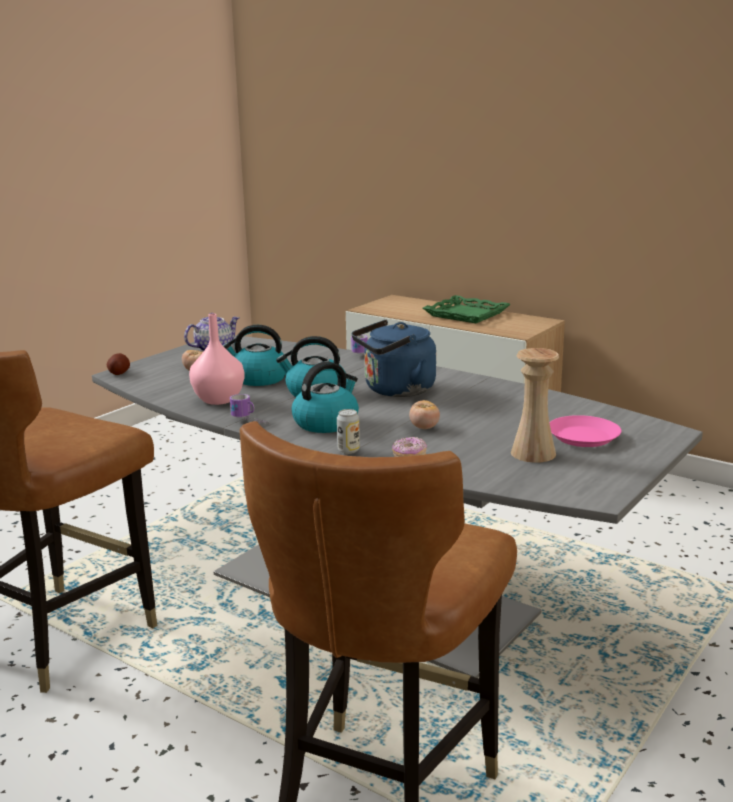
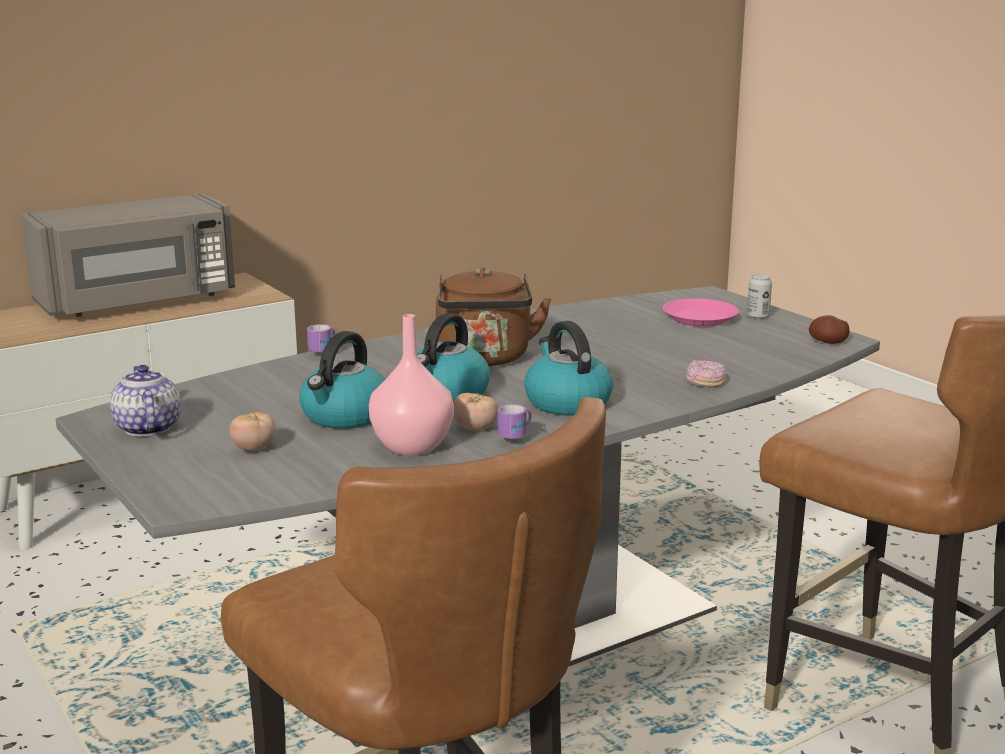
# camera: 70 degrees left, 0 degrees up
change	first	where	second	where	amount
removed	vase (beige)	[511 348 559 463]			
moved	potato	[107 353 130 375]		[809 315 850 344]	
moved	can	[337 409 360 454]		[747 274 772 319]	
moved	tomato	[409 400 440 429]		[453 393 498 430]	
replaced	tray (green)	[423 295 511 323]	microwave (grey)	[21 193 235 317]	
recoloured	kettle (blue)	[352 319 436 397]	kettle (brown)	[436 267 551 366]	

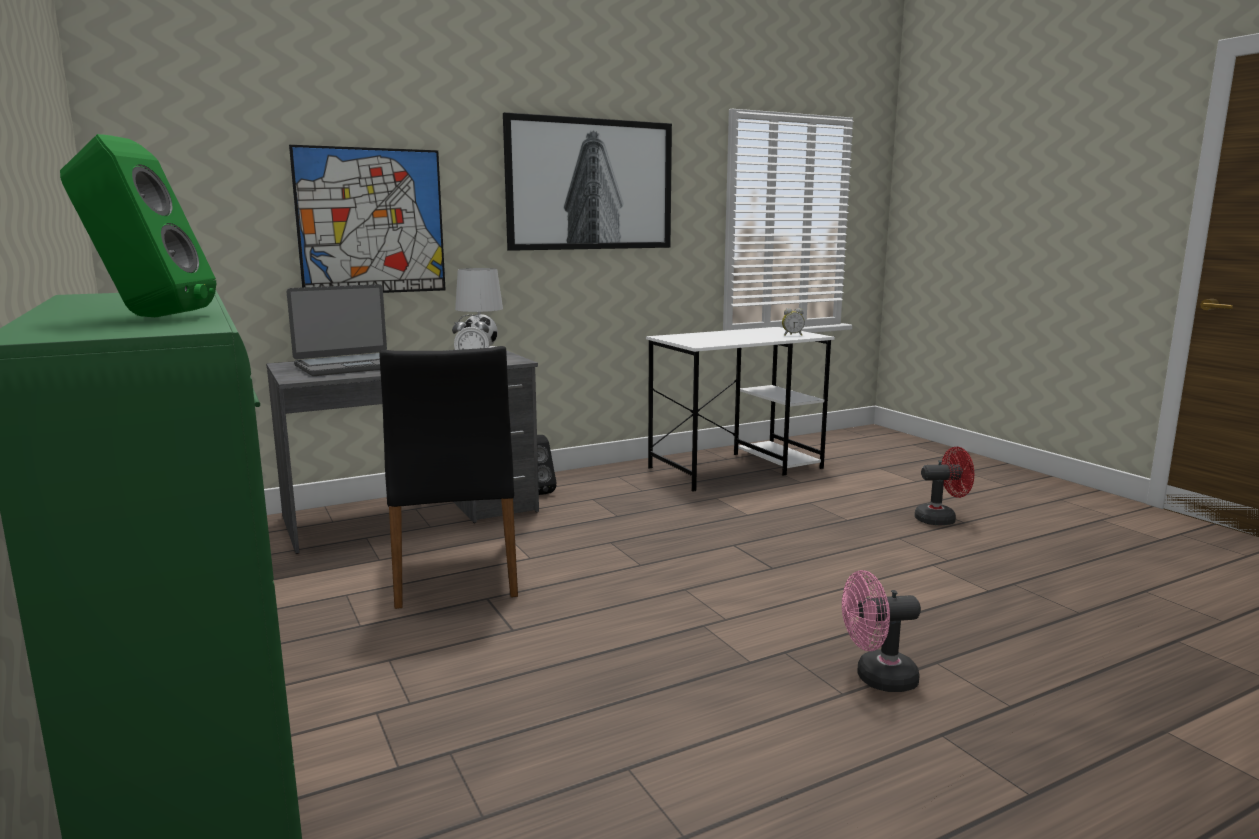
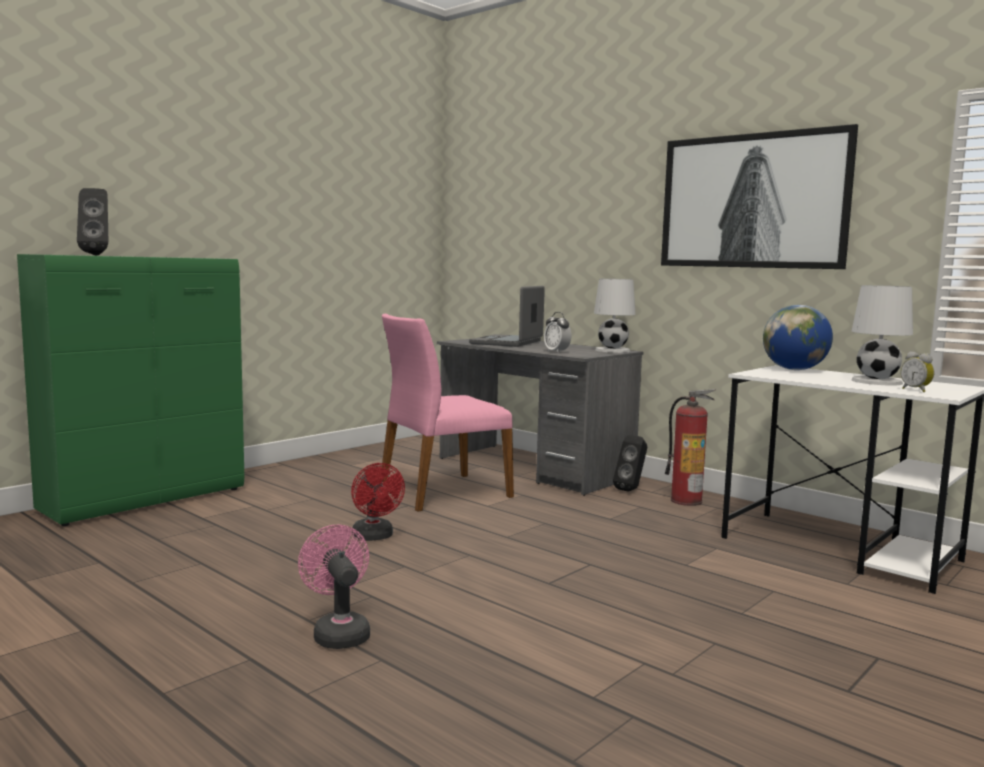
# camera: 70 degrees right, 5 degrees down
change	first	where	second	where	amount
removed	picture	[289 145 446 293]			
added			fire extinguisher	[665 389 716 506]	
added			globe	[763 305 833 370]	
added			table lamp (white)	[852 285 913 386]	
moved	fan (red)	[915 447 974 525]		[351 463 405 541]	
recoloured	speaker (green)	[60 134 216 317]	speaker (black)	[77 188 108 255]	
recoloured	chair (black)	[379 346 518 609]	chair (pink)	[382 314 514 512]	
turned	laptop	[287 284 387 376]		[469 286 545 347]	75 degrees clockwise

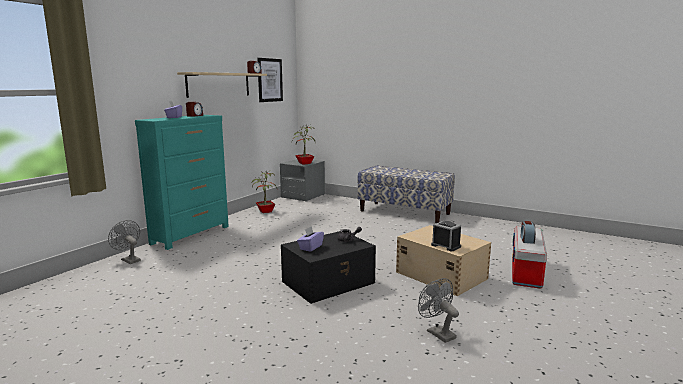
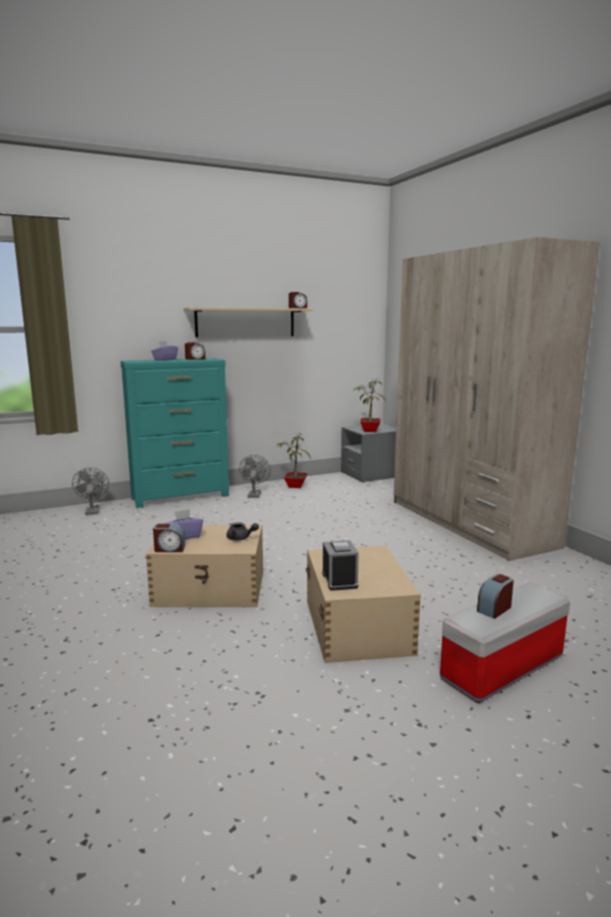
# camera: 35 degrees right, 0 degrees up
change	first	where	second	where	amount
removed	picture	[257 58 283 102]			
added			alarm clock	[153 524 185 552]	
moved	fan (grey)	[418 278 459 343]		[239 455 271 498]	
replaced	bench	[357 166 455 223]	wardrobe (beige)	[394 237 600 561]	
recoloured	storage box (black)	[281 231 376 304]	storage box (beige)	[146 525 263 607]	

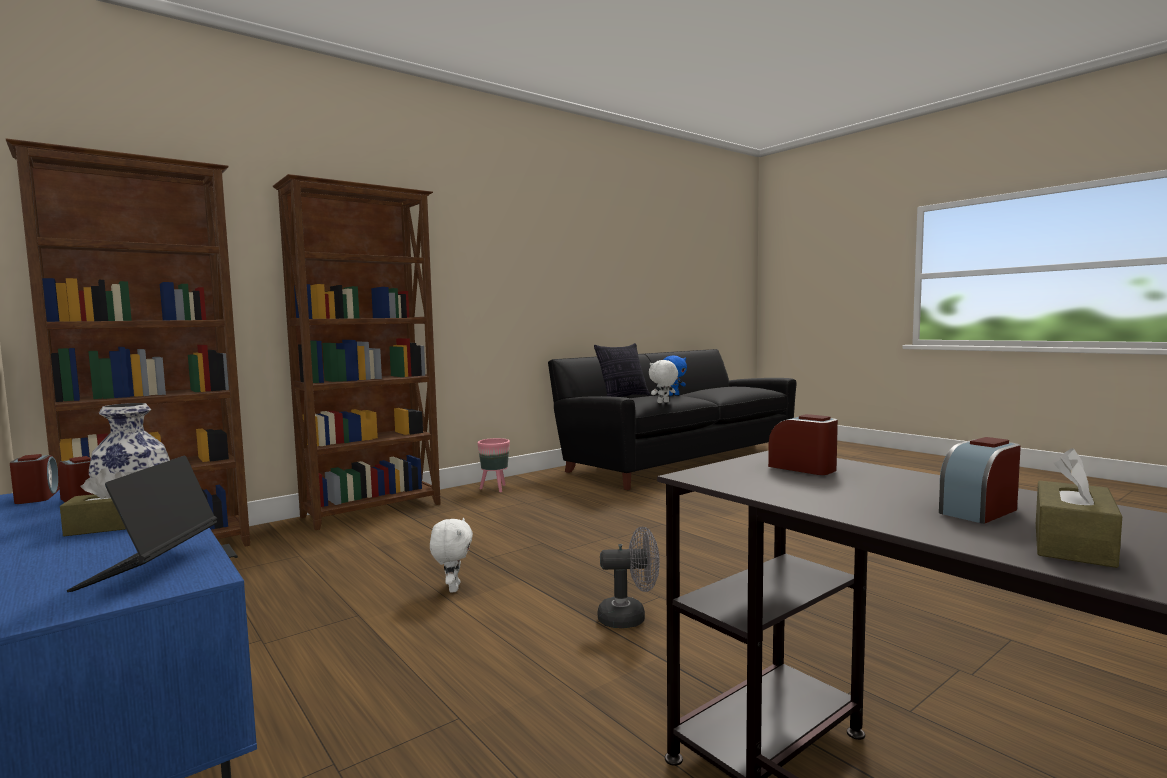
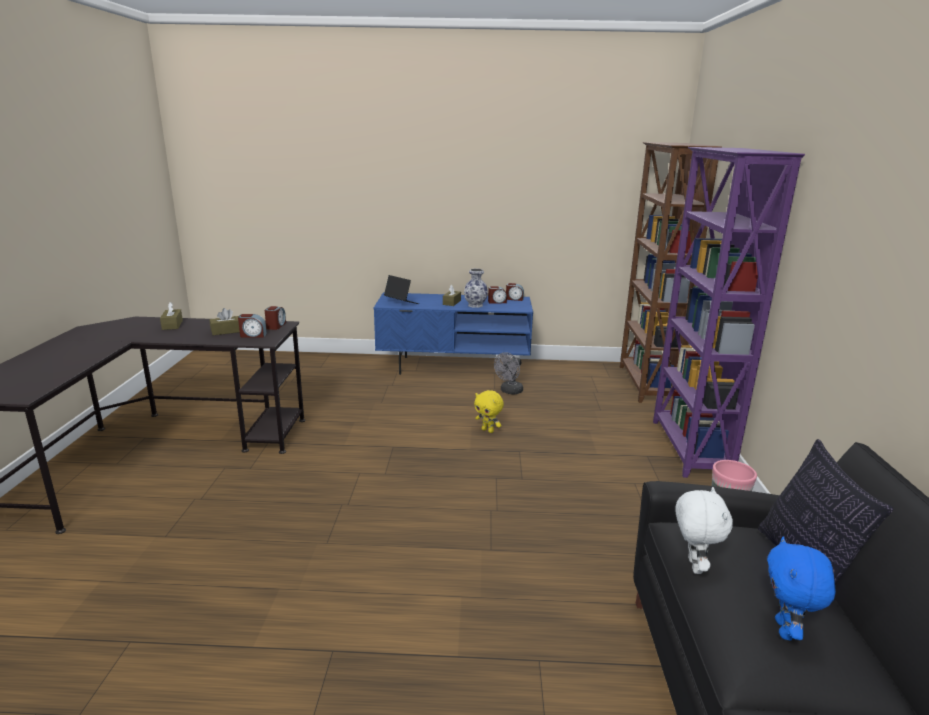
# camera: 130 degrees right, 15 degrees up
change	first	where	second	where	amount
added			tissue box (brown)	[210 308 240 335]	
moved	fan (grey)	[598 527 660 628]		[494 352 523 394]	
moved	alarm clock	[939 437 1021 524]		[265 306 286 330]	
recoloured	bookcase (brown)	[272 174 441 530]	bookcase (purple)	[653 147 805 478]	
recoloured	plush toy (white)	[430 518 473 592]	plush toy (yellow)	[474 390 504 433]	

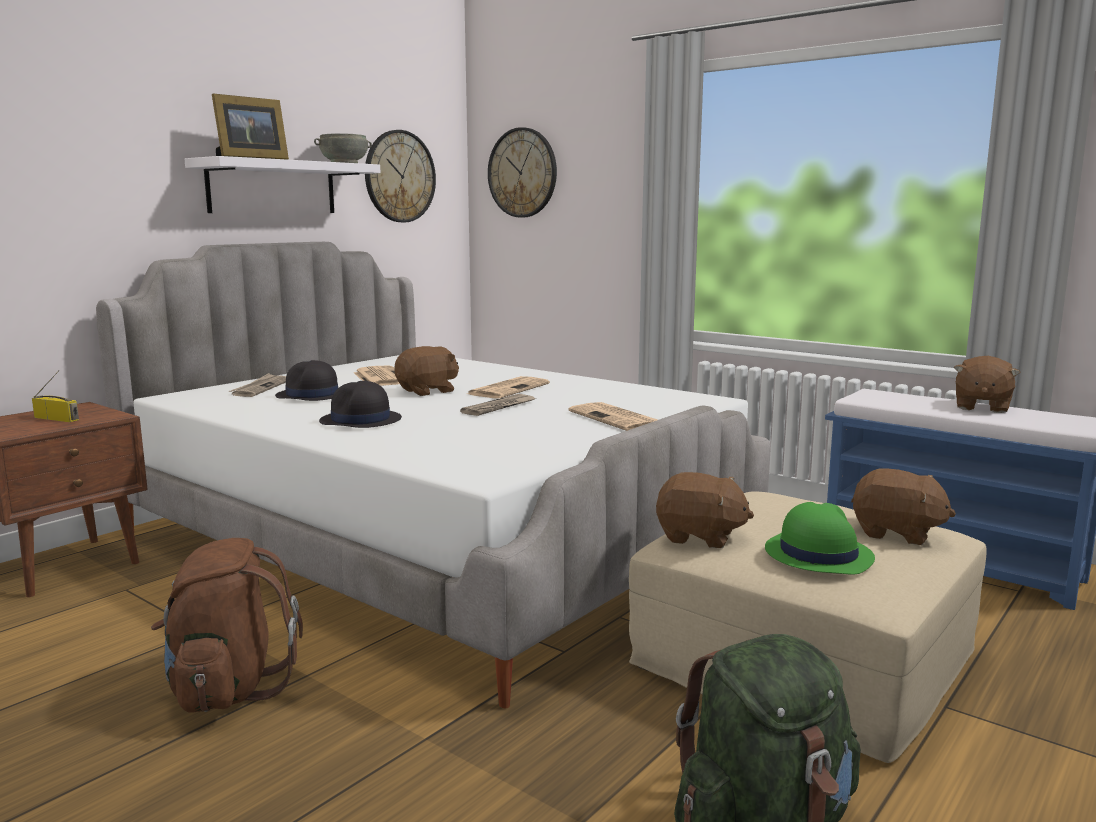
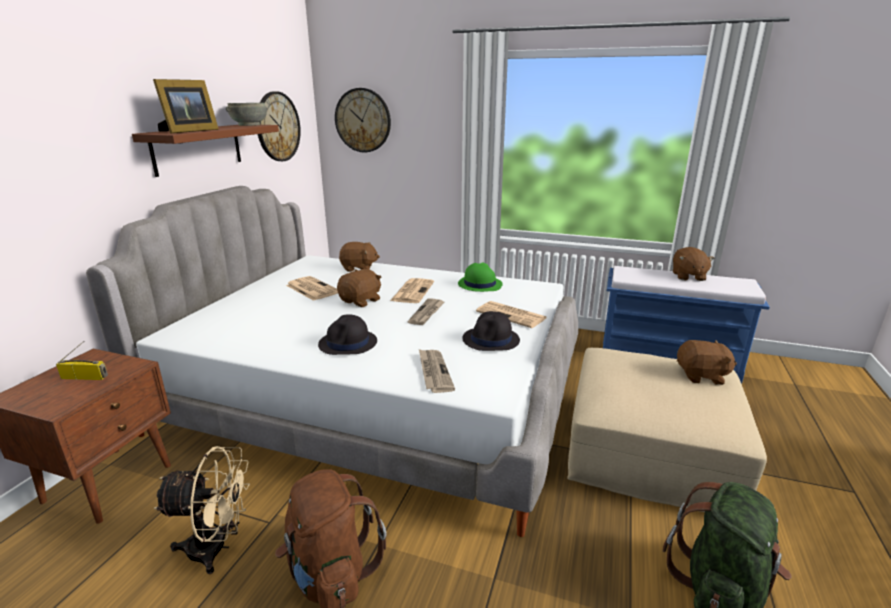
# camera: 20 degrees left, 10 degrees up
change	first	where	second	where	amount
added			fan (beige)	[154 446 250 574]	
moved	newspaper	[229 373 286 397]		[419 349 455 393]	
moved	hat (black)	[275 360 339 401]		[462 311 520 351]	
moved	plush toy (brown)	[656 472 754 548]		[339 242 380 272]	
moved	hat (green)	[765 502 875 575]		[458 263 503 292]	
recoloured	shelf (white)	[185 156 381 213]	shelf (brown)	[132 125 279 177]	

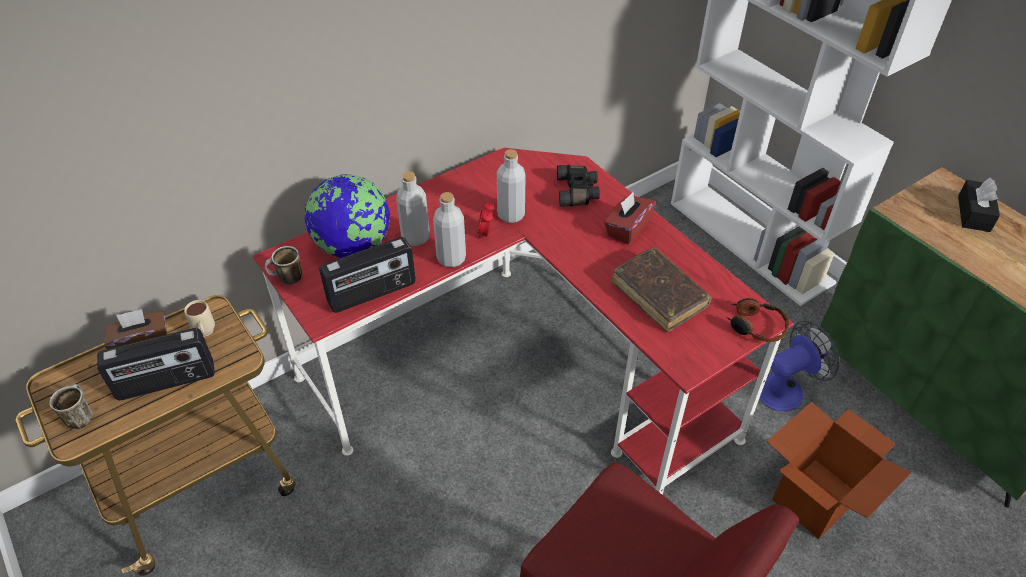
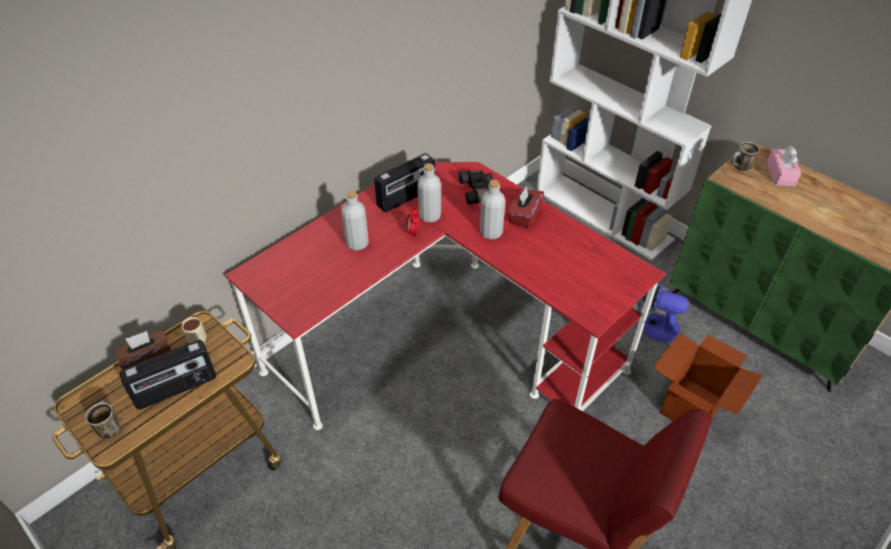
# camera: 10 degrees left, 0 degrees up
change	first	where	second	where	amount
removed	globe	[305 174 390 258]			
removed	book (brown)	[611 247 712 332]			
removed	headphones	[728 298 789 342]			
moved	mug	[265 246 302 285]		[731 142 759 171]	
moved	radio	[319 237 416 313]		[374 153 435 212]	
moved	bottle (grey)	[433 192 466 267]		[480 180 505 240]	
recoloured	tissue box (black)	[958 178 1000 232]	tissue box (pink)	[767 146 801 186]	
turned	fan	[759 320 839 411]		[637 281 689 342]	120 degrees counterclockwise

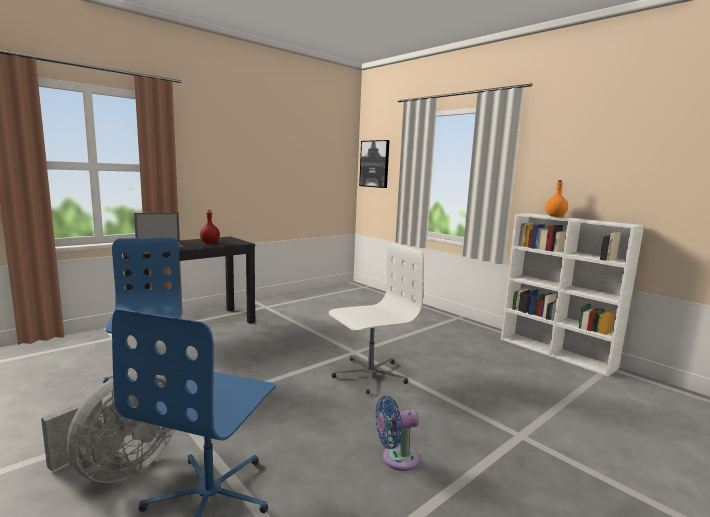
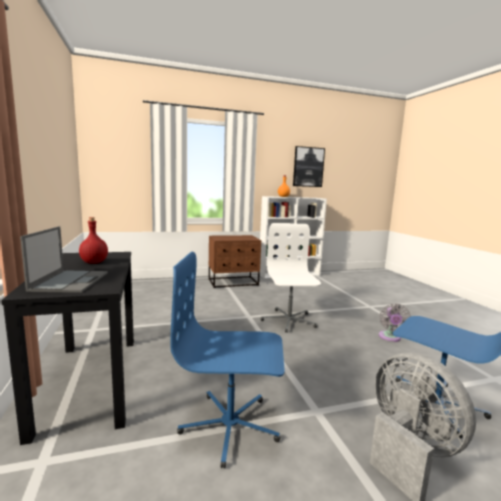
# camera: 65 degrees left, 0 degrees up
change	first	where	second	where	amount
added			nightstand (brown)	[209 235 261 288]	
moved	picture	[359 140 390 188]		[293 146 325 187]	
recoloured	fan (blue)	[376 396 419 471]	fan (grey)	[379 304 411 342]	

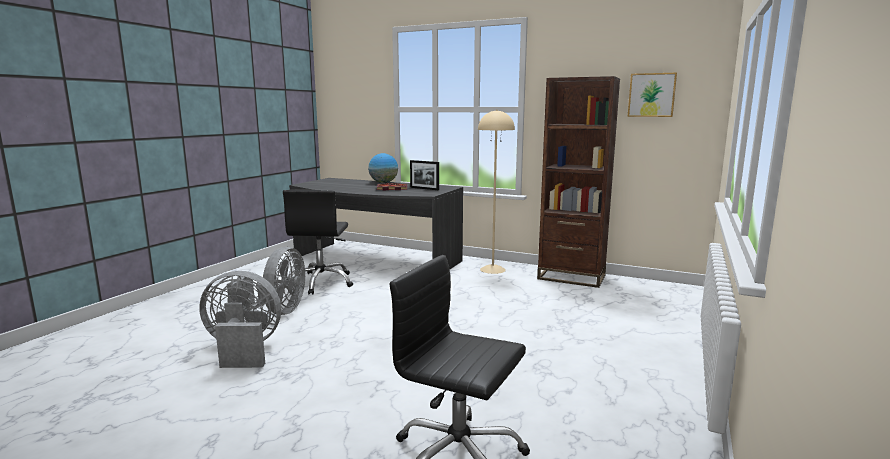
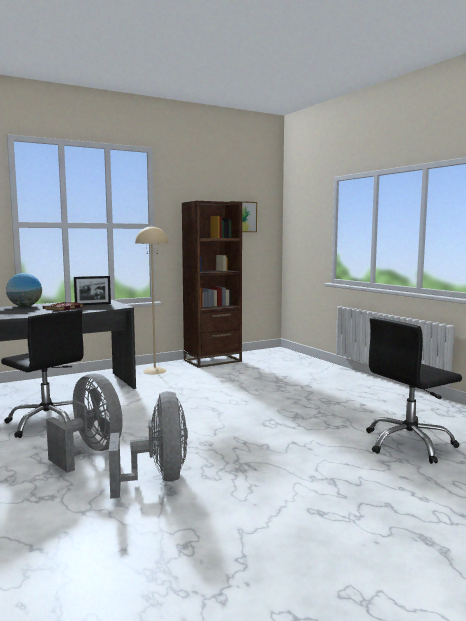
# camera: 55 degrees left, 5 degrees down
change	first	where	second	where	amount
turned	fan (grey)	[199 271 281 368]		[109 391 188 499]	135 degrees clockwise

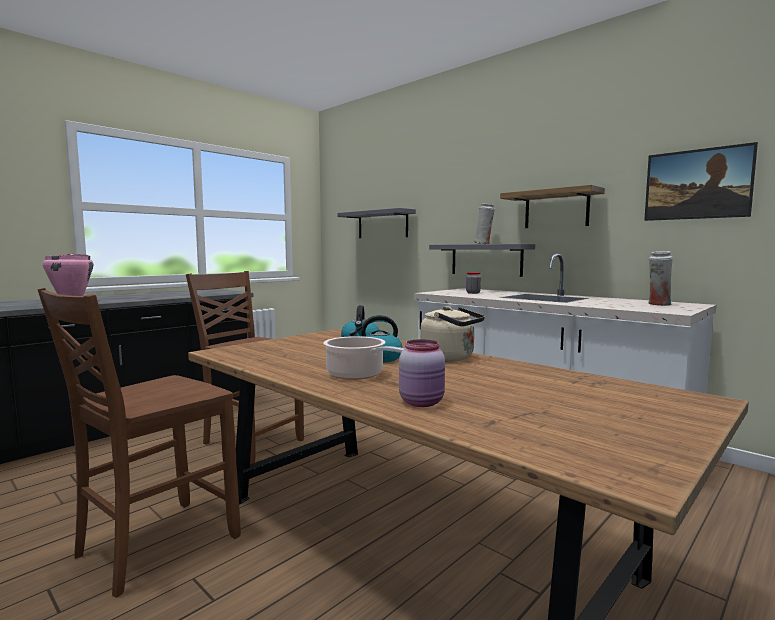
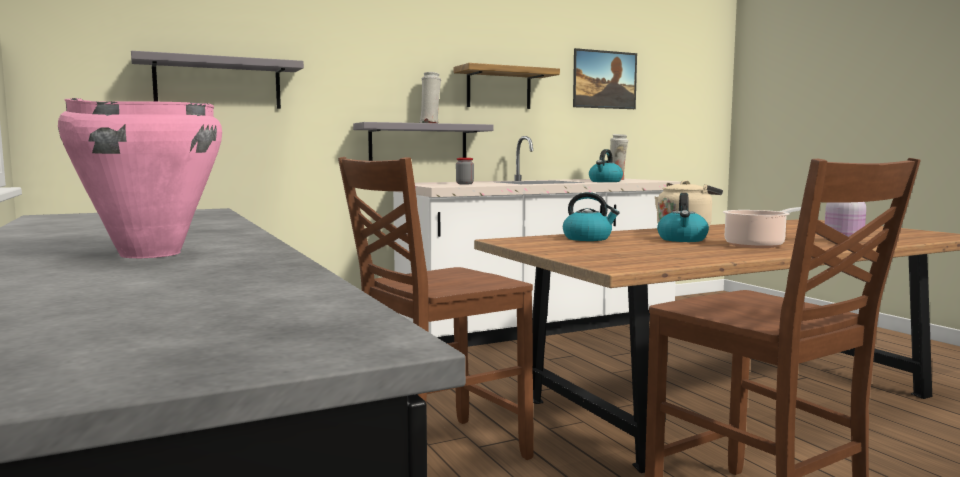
# camera: 70 degrees left, 0 degrees up
change	first	where	second	where	amount
added			kettle	[589 149 623 182]	

